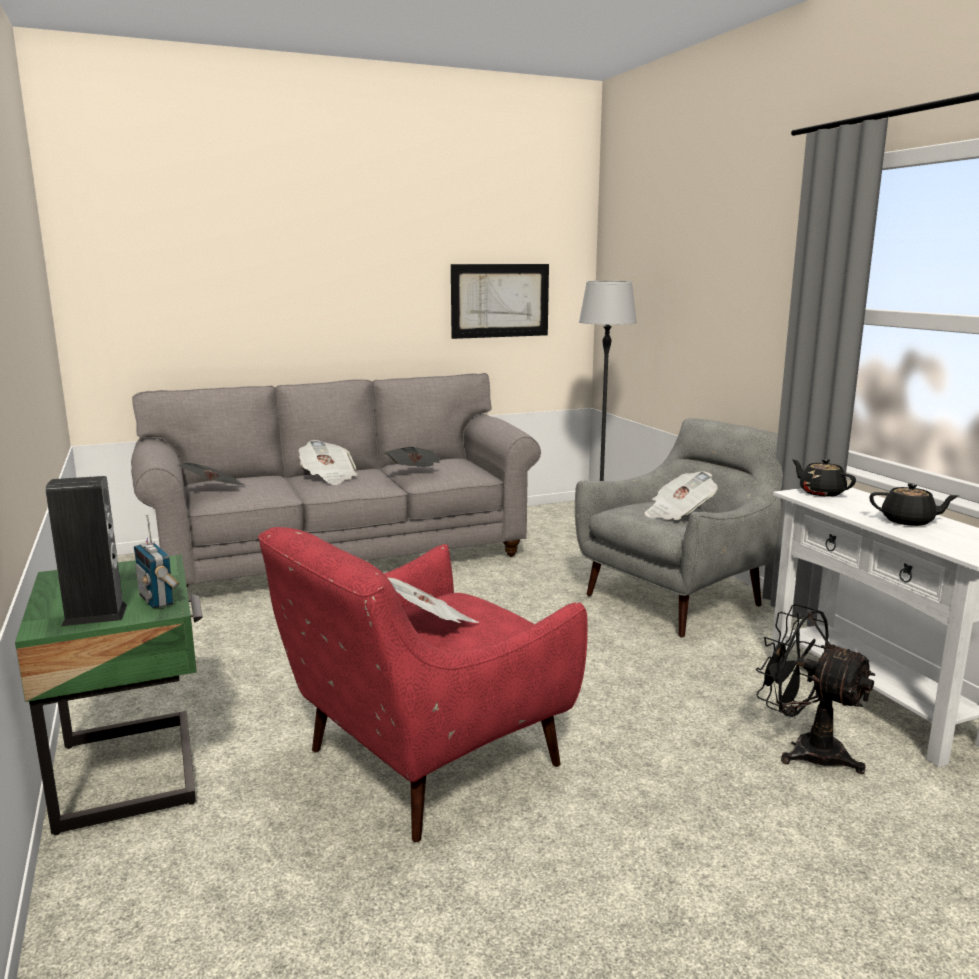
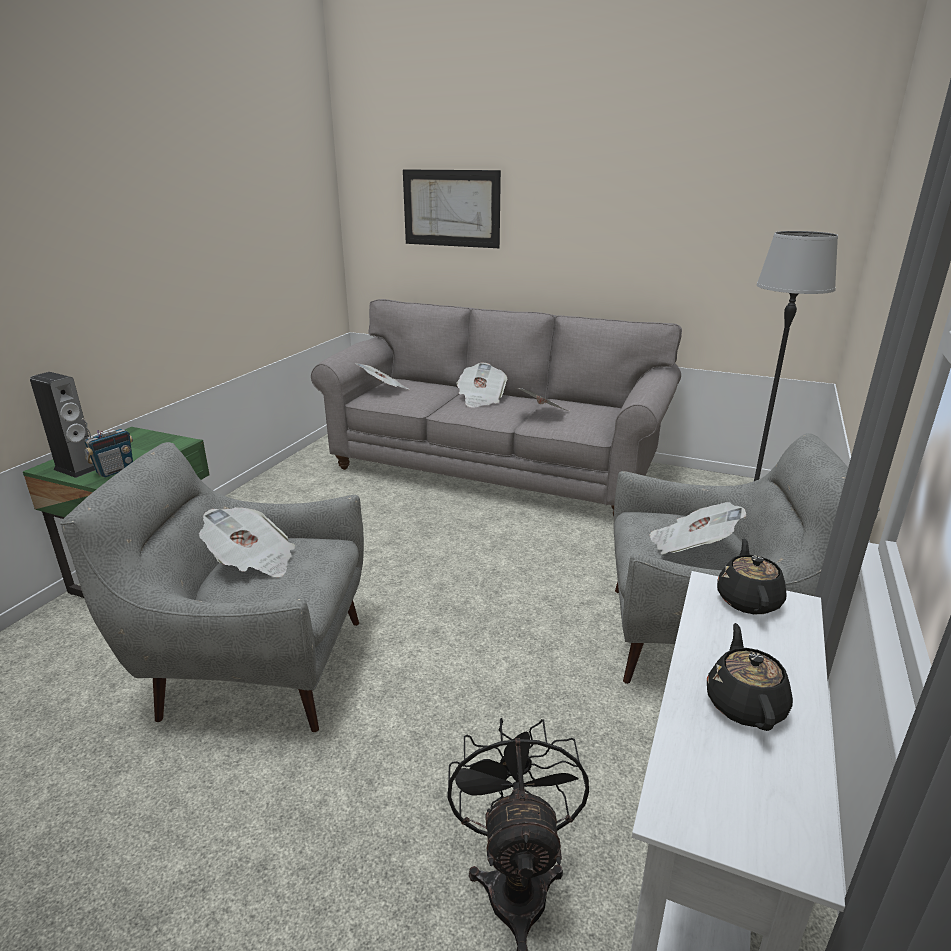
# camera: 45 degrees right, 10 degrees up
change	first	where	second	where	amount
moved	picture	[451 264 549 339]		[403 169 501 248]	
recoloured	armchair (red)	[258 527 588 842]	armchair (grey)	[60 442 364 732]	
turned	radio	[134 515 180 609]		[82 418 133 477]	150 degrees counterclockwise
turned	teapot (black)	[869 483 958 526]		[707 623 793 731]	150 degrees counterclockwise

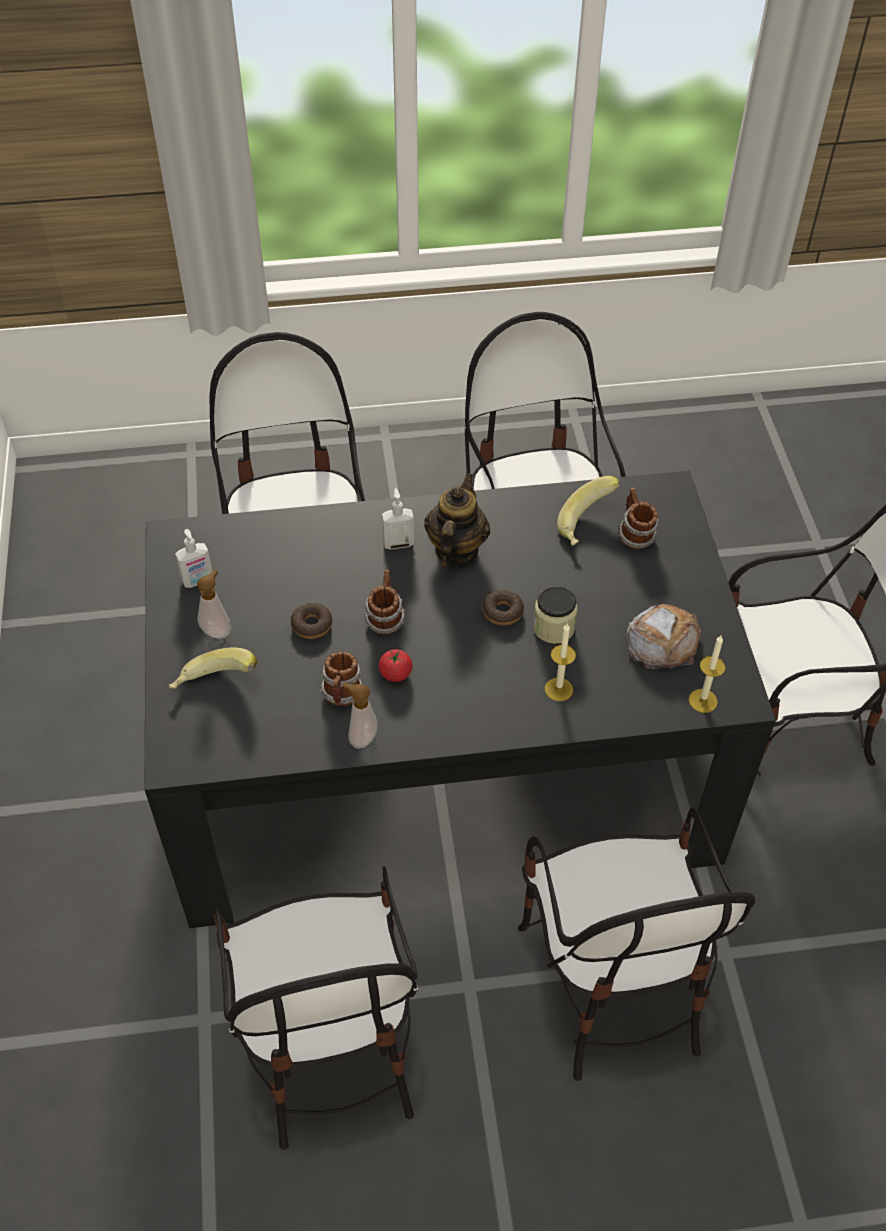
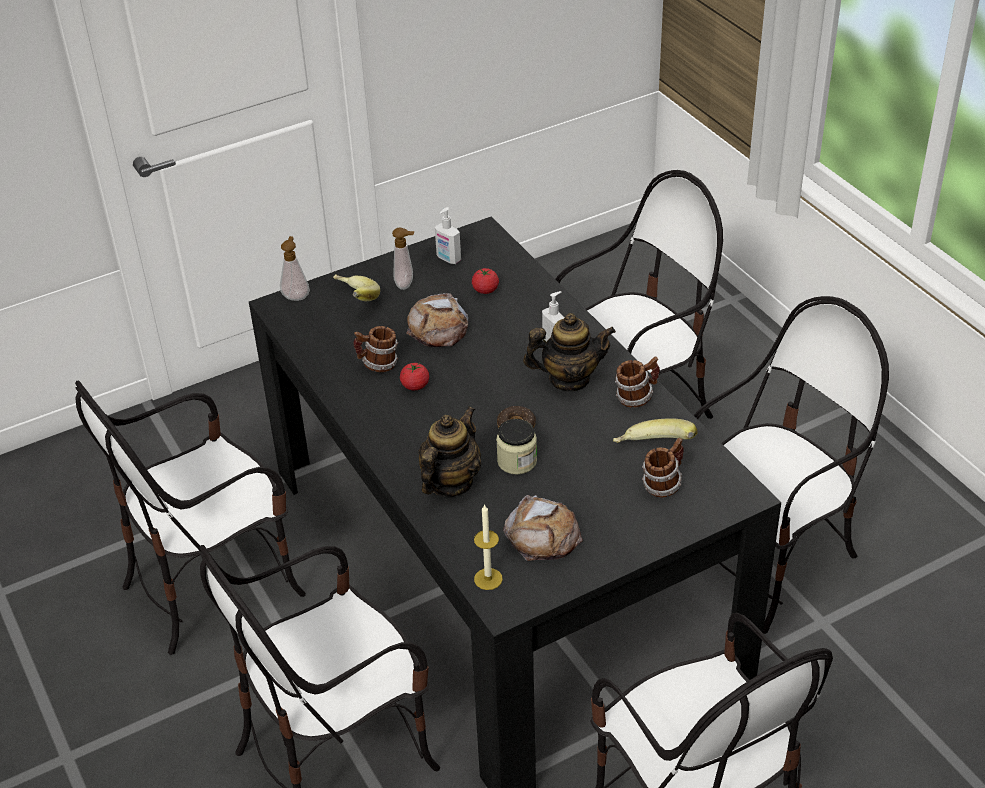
# camera: 70 degrees right, 10 degrees down
change	first	where	second	where	amount
added			tomato	[472 268 499 294]	
moved	soap dispenser	[343 682 378 749]		[280 236 310 301]	
moved	mug	[364 570 405 634]		[615 357 660 408]	
replaced	donut	[291 603 333 639]	bread	[406 293 468 347]	
replaced	candle	[545 624 576 701]	teapot	[418 406 482 497]	

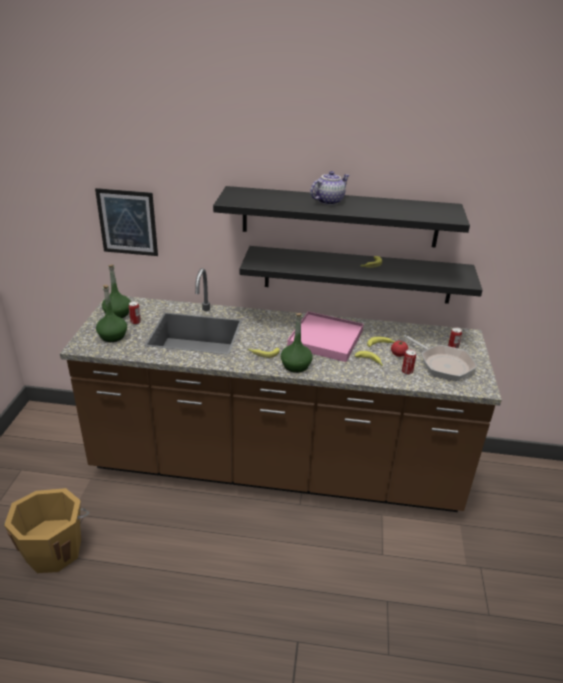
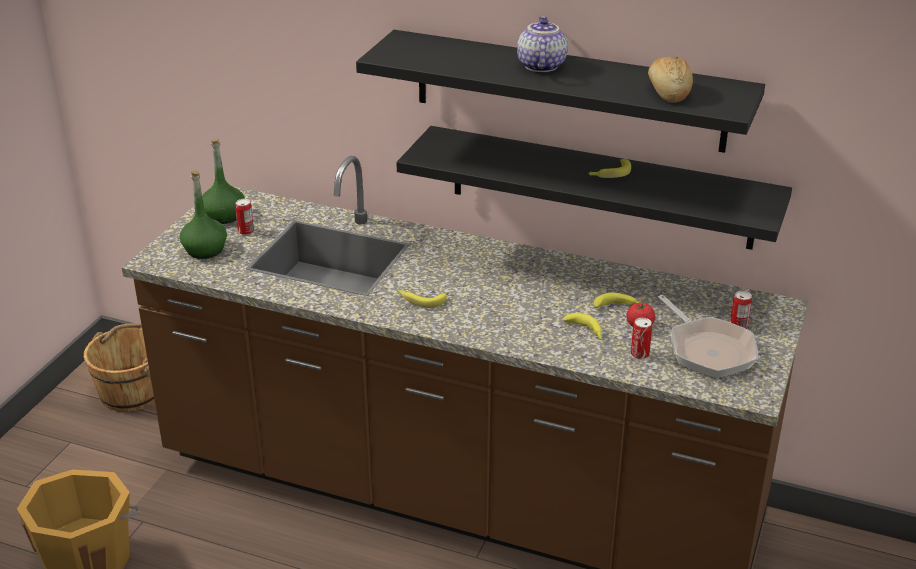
# camera: 15 degrees right, 0 degrees up
change	first	where	second	where	amount
removed	picture	[95 188 158 256]			
removed	bottle (green)	[281 313 313 373]			
removed	tray (pink)	[287 311 364 362]			
added			bucket (brown)	[84 323 155 412]	
added			bread	[648 56 693 103]	
turned	teapot	[310 171 350 205]		[517 16 568 72]	60 degrees counterclockwise

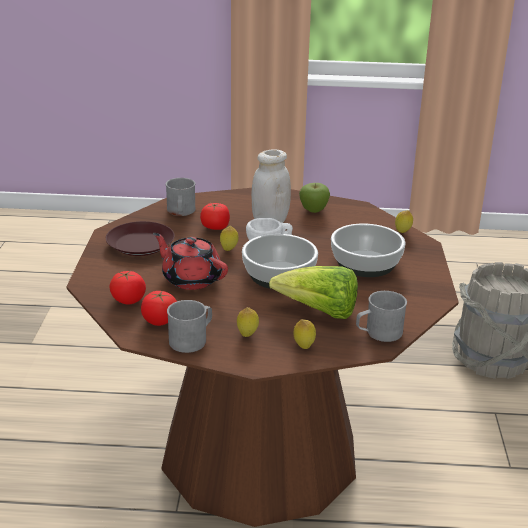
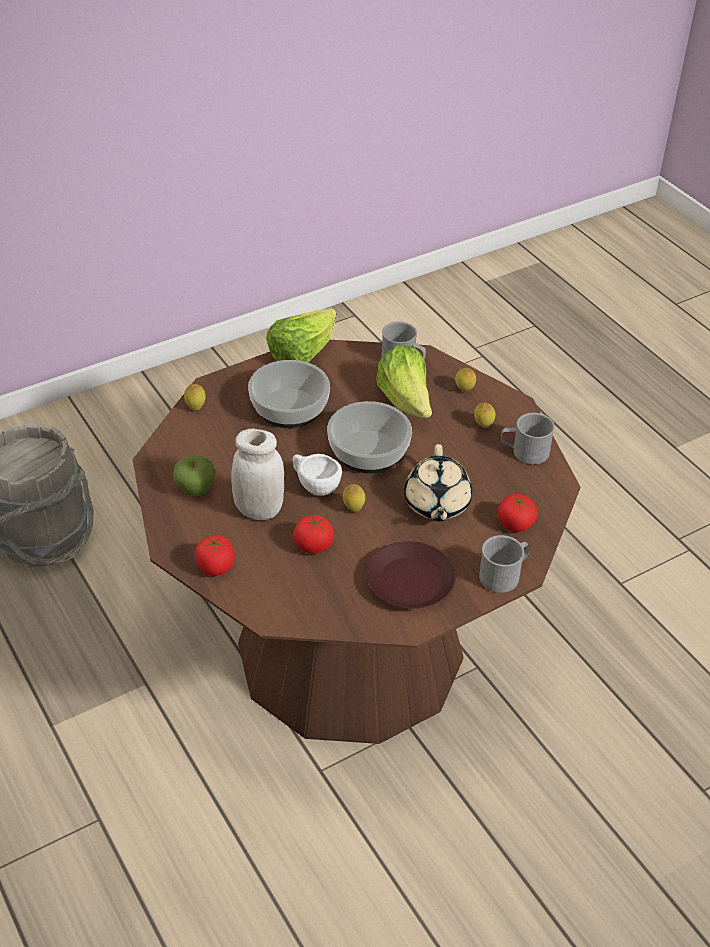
# camera: 125 degrees left, 15 degrees up
change	first	where	second	where	amount
added			lettuce	[266 308 336 363]	
moved	tomato	[141 291 177 326]		[195 535 235 576]	
moved	mug (grey)	[166 178 195 216]		[479 535 530 593]	
recoloured	teapot (red)	[153 233 228 290]	teapot (beige)	[404 444 472 521]	

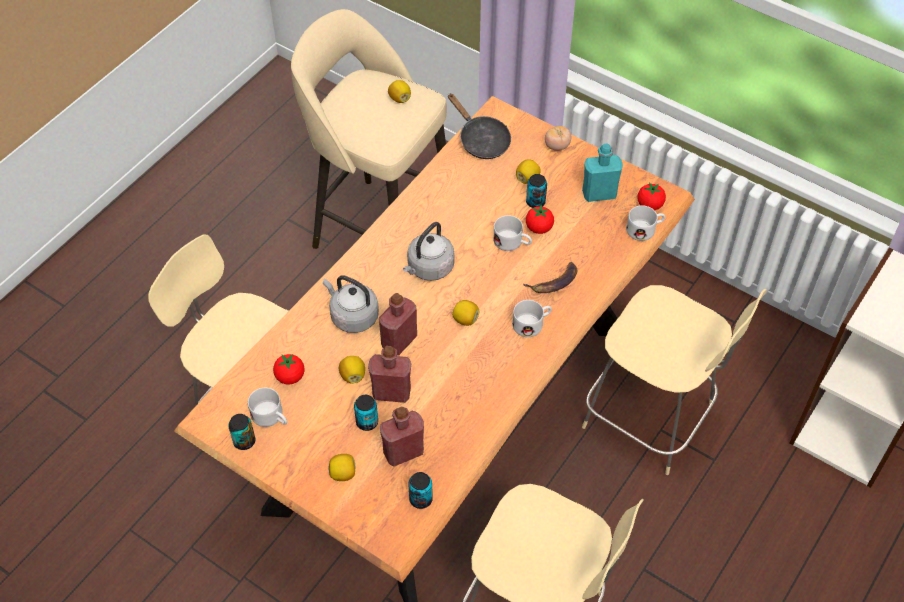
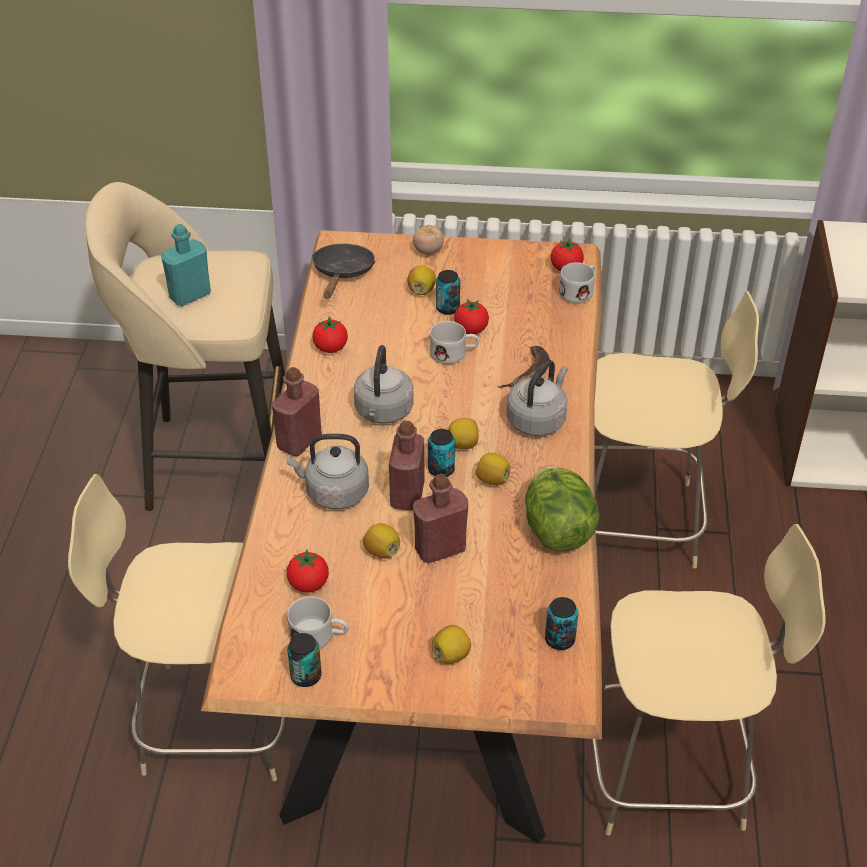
# camera: 30 degrees left, 10 degrees down
change	first	where	second	where	amount
added			tomato	[312 316 348 353]	
added			lettuce	[525 466 600 551]	
moved	can	[354 395 378 431]		[428 429 455 477]	
moved	bottle (red)	[380 407 424 467]		[272 367 322 456]	
moved	lemon	[388 80 411 103]		[476 453 510 485]	
moved	bottle (turquoise)	[582 144 623 202]		[161 224 211 306]	
replaced	mug (white)	[512 300 552 337]	kettle (grey)	[506 360 568 436]	
turned	frying pan (black)	[448 93 511 159]		[312 244 375 298]	105 degrees counterclockwise

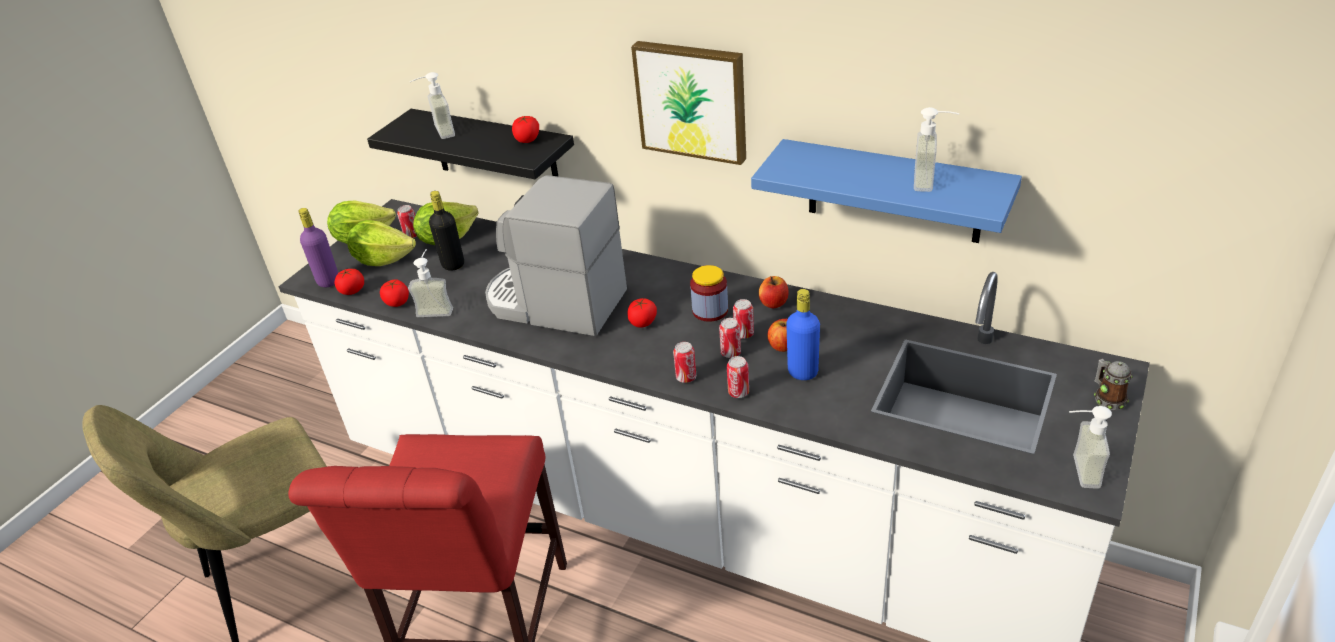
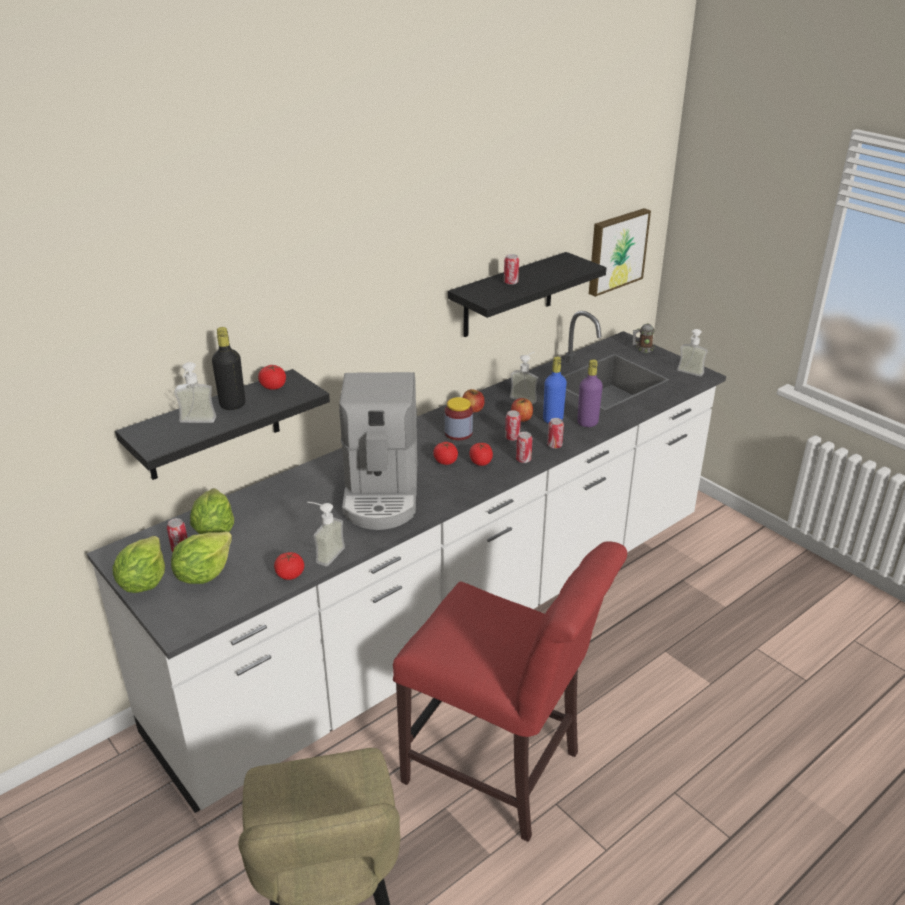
# camera: 70 degrees left, 5 degrees down
change	first	where	second	where	amount
moved	bottle (purple)	[298 208 338 287]		[577 359 603 427]	
moved	tomato	[334 269 364 295]		[469 443 493 466]	
moved	bottle (black)	[429 191 464 271]		[212 327 245 410]	
moved	picture	[631 41 746 165]		[589 208 651 297]	
moved	can	[733 299 754 339]		[504 254 519 285]	
moved	soap dispenser	[914 107 960 192]		[510 352 538 405]	
recoloured	shelf (blue)	[751 139 1022 243]	shelf (black)	[448 252 606 337]	
turned	coffee machine	[485 175 627 336]		[339 372 417 530]	45 degrees counterclockwise

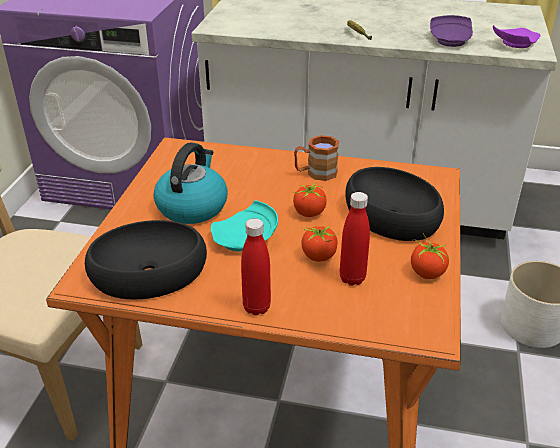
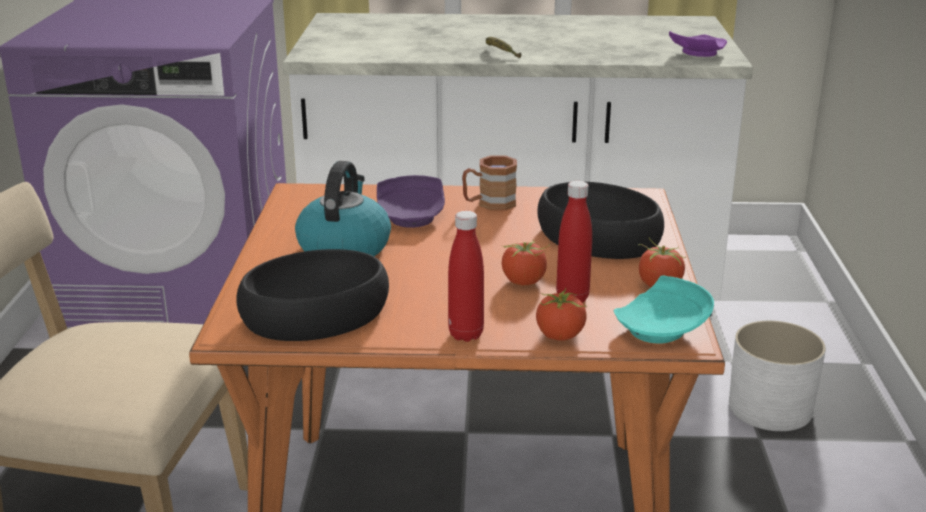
# camera: 10 degrees left, 10 degrees down
change	first	where	second	where	amount
moved	plate (turquoise)	[211 200 278 251]		[614 275 714 344]	
moved	tomato	[293 182 327 217]		[536 288 587 341]	
moved	plate (purple)	[430 15 473 47]		[377 175 445 228]	

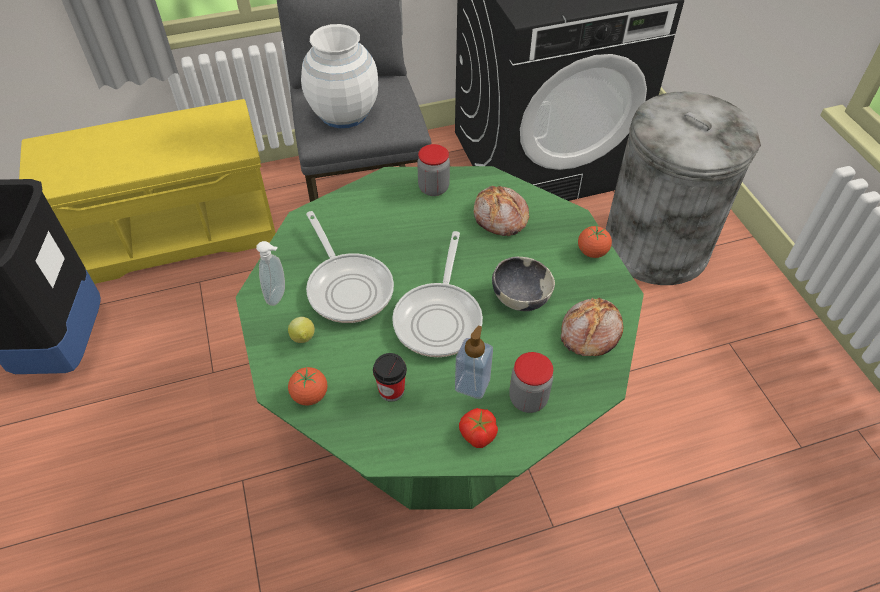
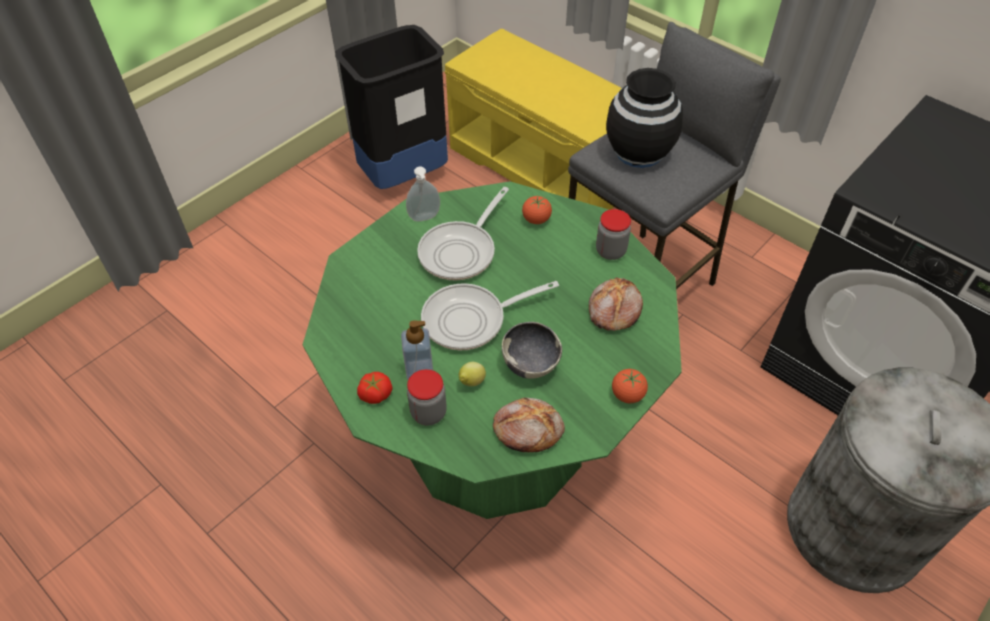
# camera: 60 degrees right, 0 degrees up
change	first	where	second	where	amount
removed	cup	[373 353 407 402]			
moved	lemon	[288 317 315 343]		[459 362 486 386]	
moved	tomato	[288 367 327 405]		[522 196 552 224]	
recoloured	vase (white)	[301 24 378 128]	vase (black)	[606 68 683 168]	

